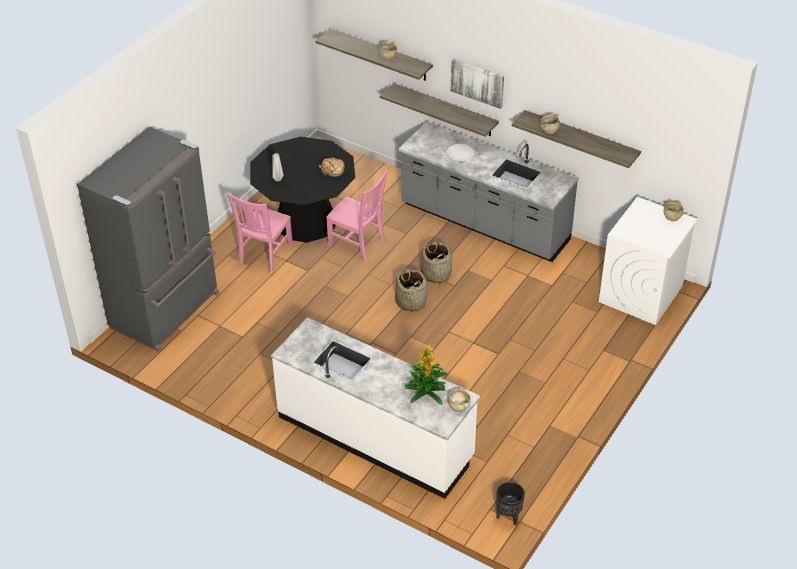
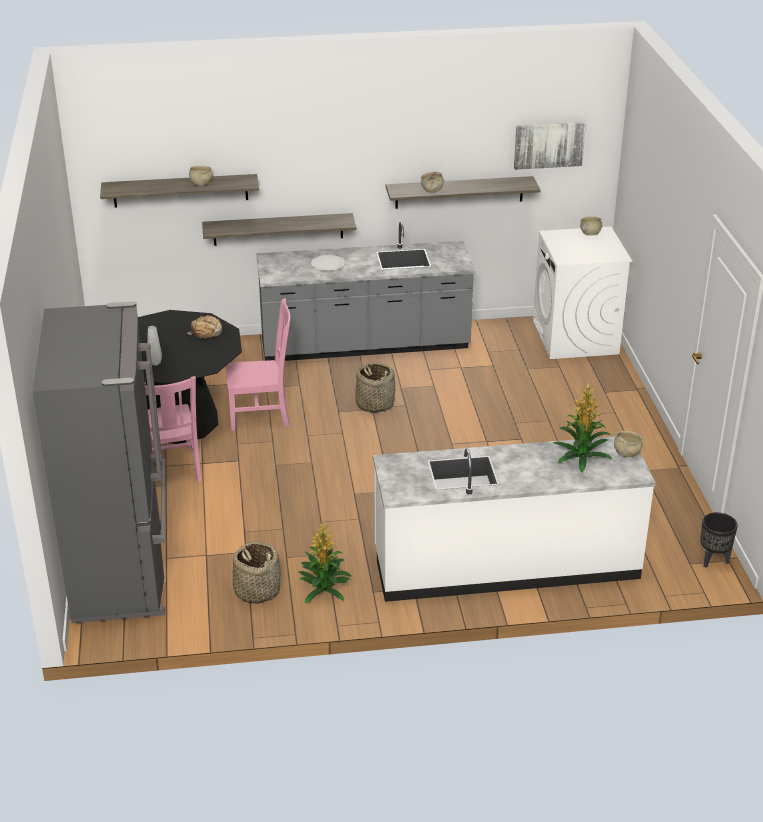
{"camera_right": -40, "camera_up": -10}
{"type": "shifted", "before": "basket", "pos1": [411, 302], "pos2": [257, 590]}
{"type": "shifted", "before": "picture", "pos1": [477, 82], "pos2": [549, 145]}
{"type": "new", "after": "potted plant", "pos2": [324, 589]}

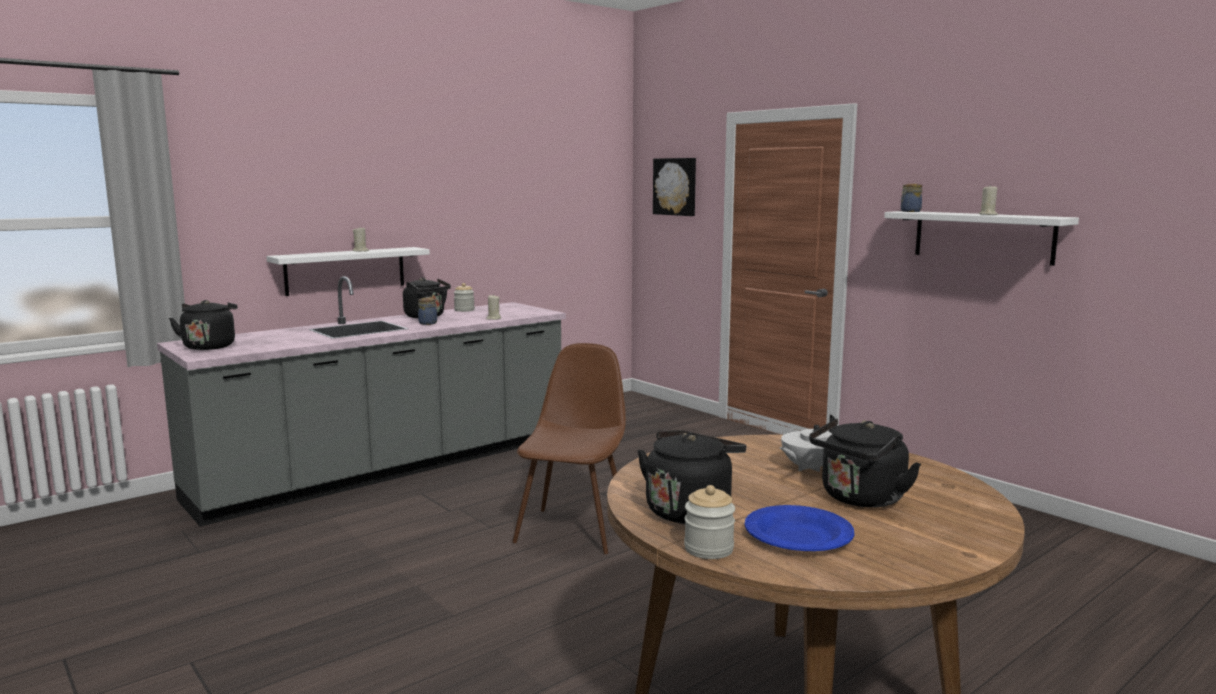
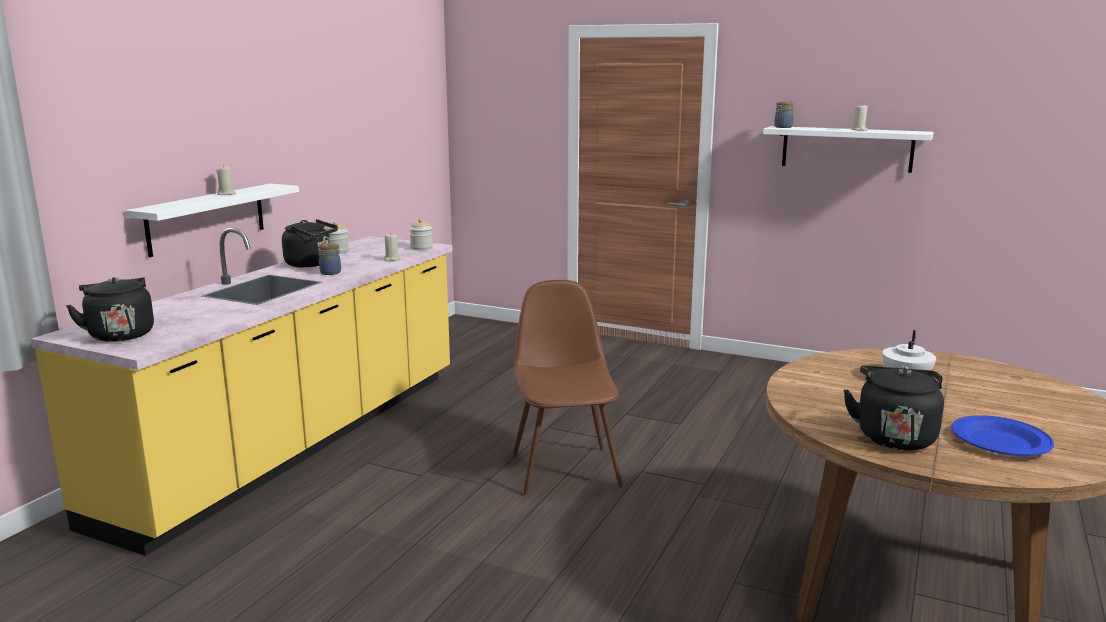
{"camera_right": -25, "camera_up": 5}
{"type": "repainted", "before": "grey counter", "after": "yellow counter", "pos1": [389, 469], "pos2": [297, 442]}
{"type": "gone", "before": "picture", "pos1": [675, 186]}
{"type": "shifted", "before": "jar", "pos1": [708, 549], "pos2": [421, 248]}
{"type": "gone", "before": "black kettle", "pos1": [860, 499]}

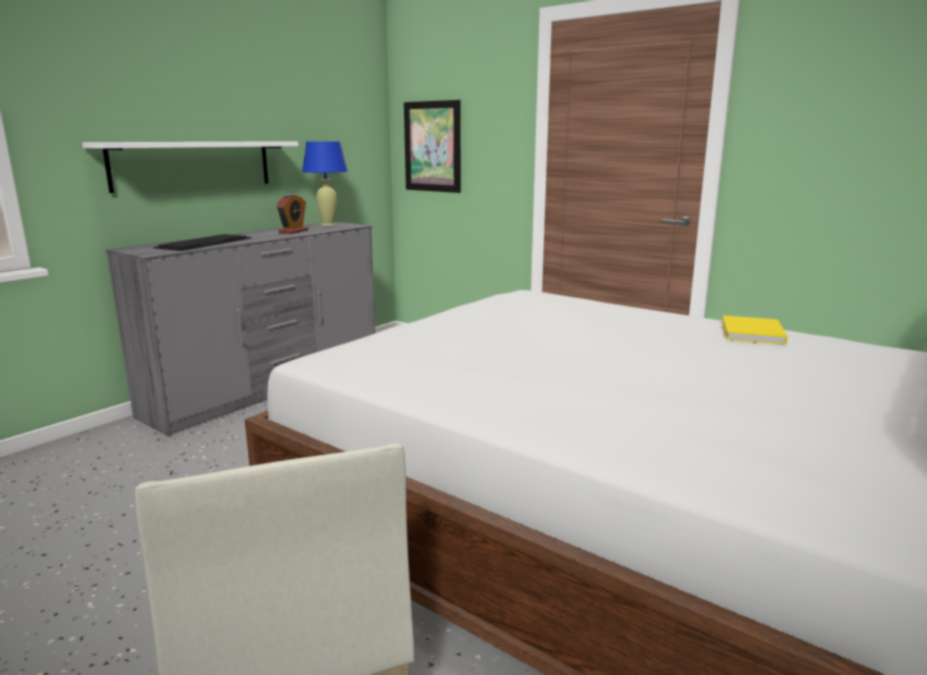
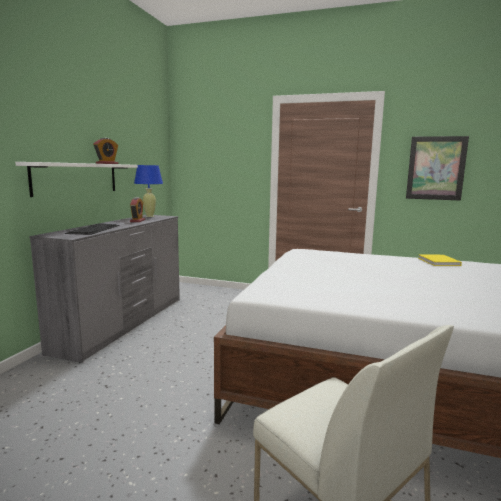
{"camera_right": -20, "camera_up": -5}
{"type": "shifted", "before": "picture", "pos1": [432, 146], "pos2": [436, 168]}
{"type": "new", "after": "alarm clock", "pos2": [107, 163]}

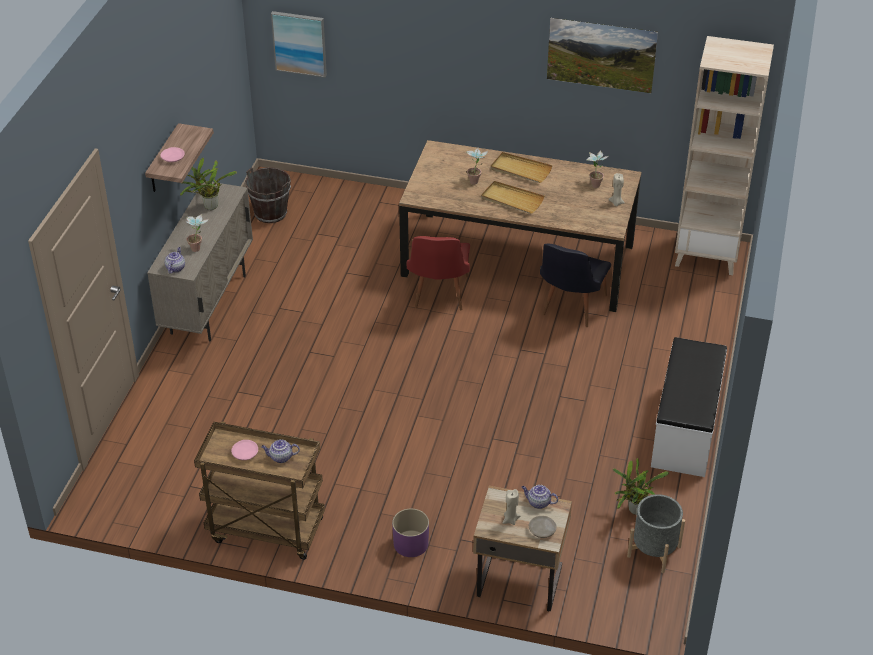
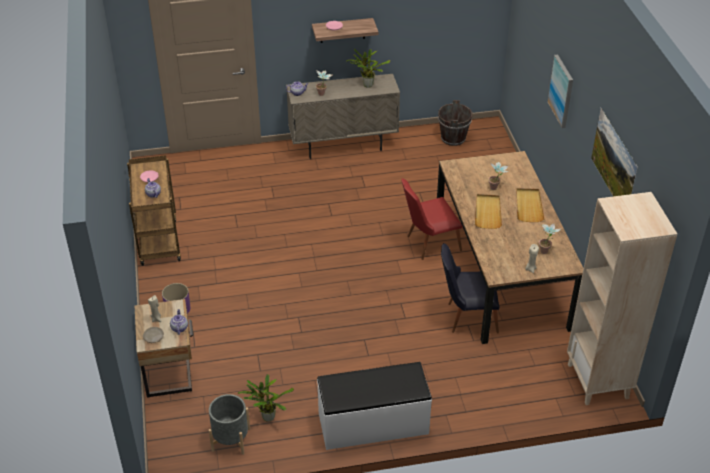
{"camera_right": 65, "camera_up": 0}
{"type": "shifted", "before": "picture", "pos1": [299, 43], "pos2": [561, 91]}

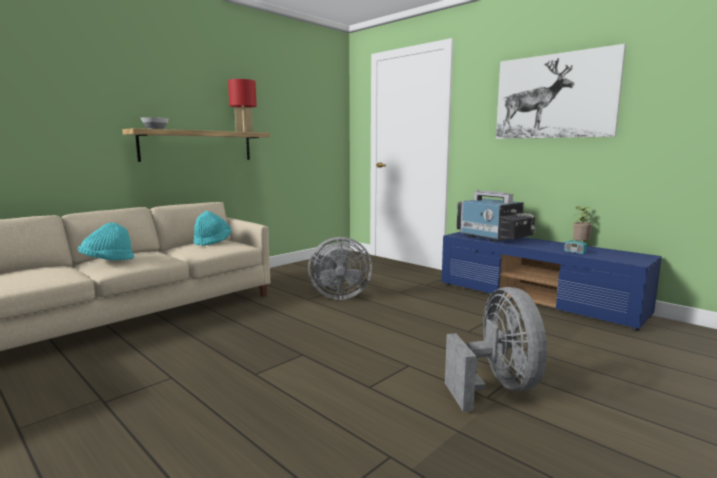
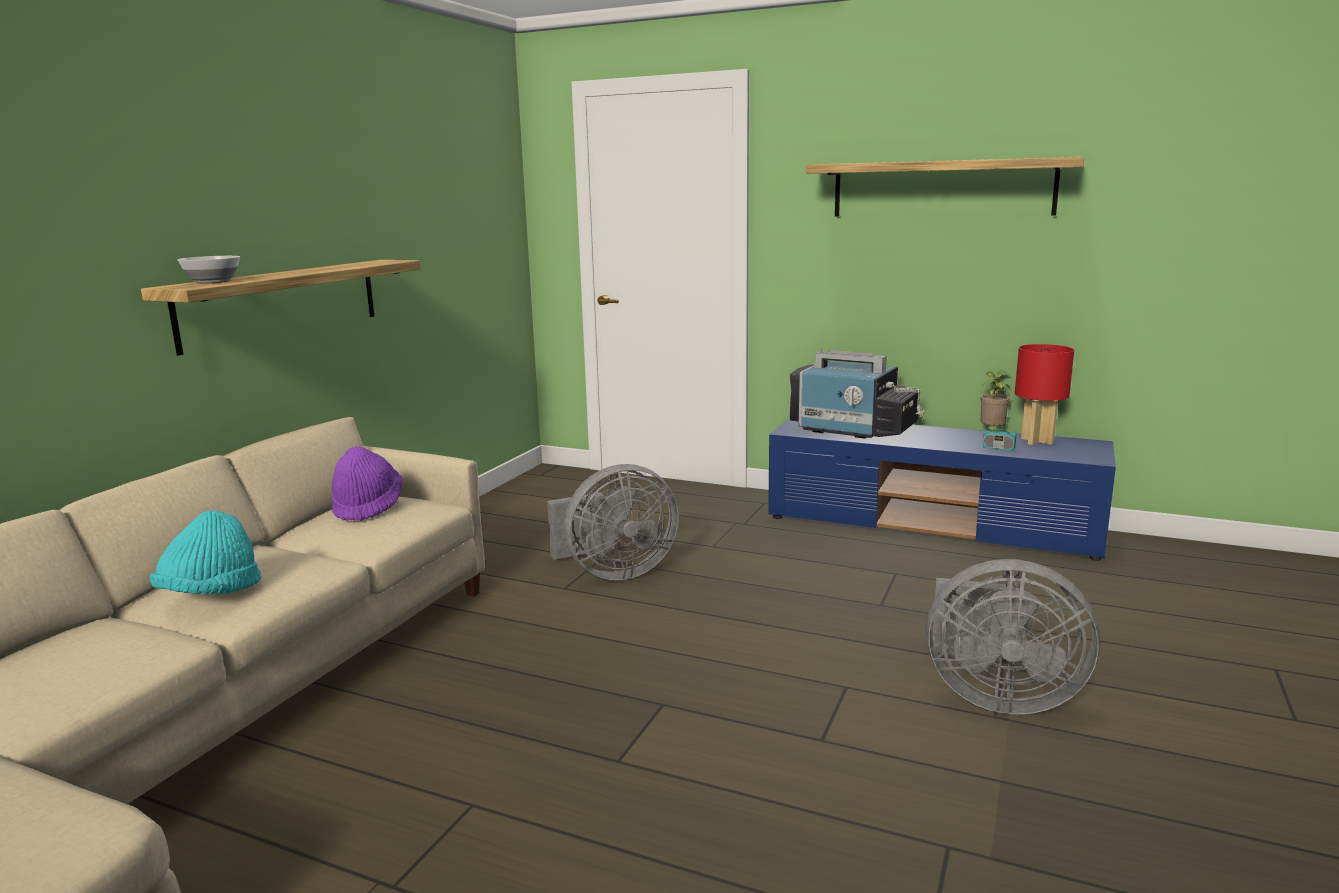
{"camera_right": -20, "camera_up": 5}
{"type": "repainted", "before": "turquoise hat", "after": "purple hat", "pos1": [212, 242], "pos2": [368, 507]}
{"type": "shifted", "before": "red table lamp", "pos1": [244, 132], "pos2": [1038, 441]}
{"type": "rotated", "before": "grey fan", "pos1": [497, 387], "pos2": [996, 696], "turn": 135}
{"type": "swapped", "before": "picture", "after": "shelf", "pos1": [554, 96], "pos2": [942, 188]}

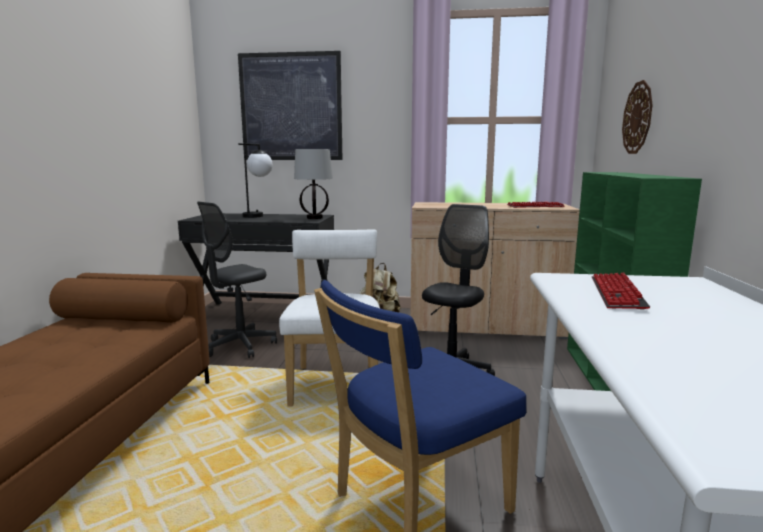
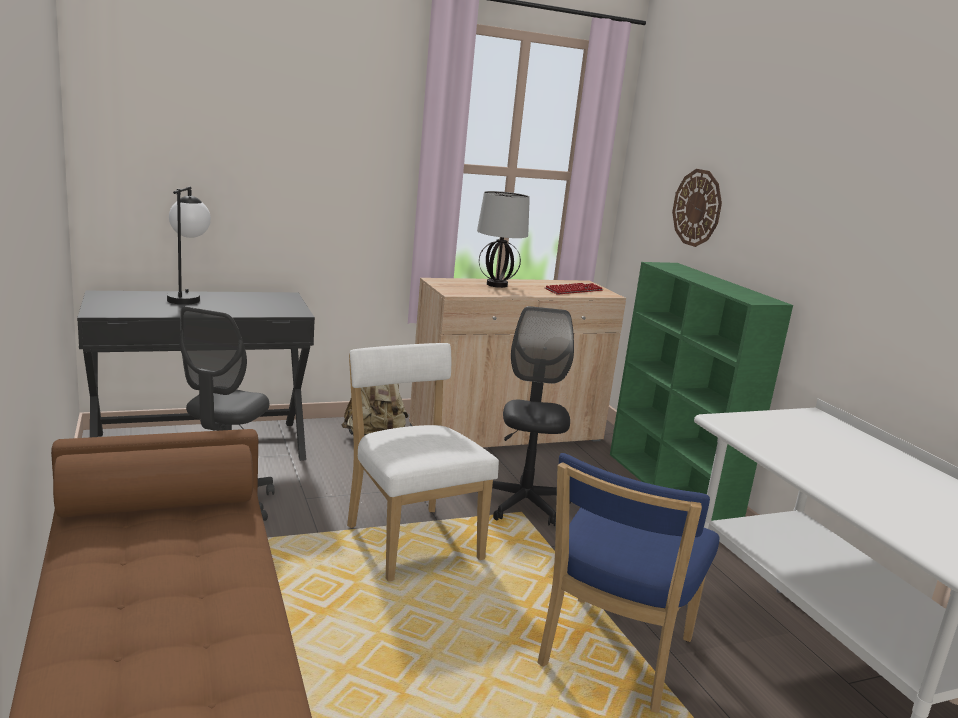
{"camera_right": -30, "camera_up": 5}
{"type": "gone", "before": "picture", "pos1": [291, 107]}
{"type": "shifted", "before": "table lamp", "pos1": [314, 218], "pos2": [496, 285]}
{"type": "gone", "before": "keyboard", "pos1": [616, 293]}

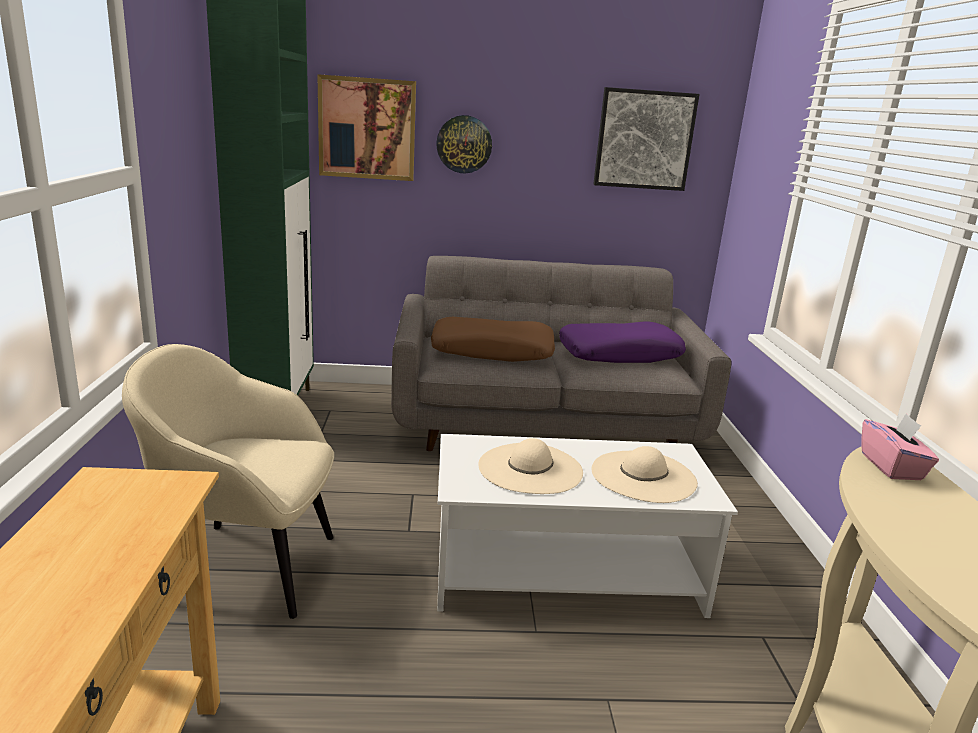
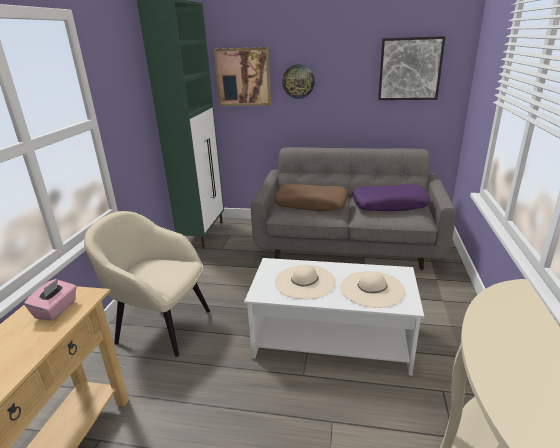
{"camera_right": 15, "camera_up": 5}
{"type": "shifted", "before": "pink tissue box", "pos1": [892, 467], "pos2": [56, 309]}

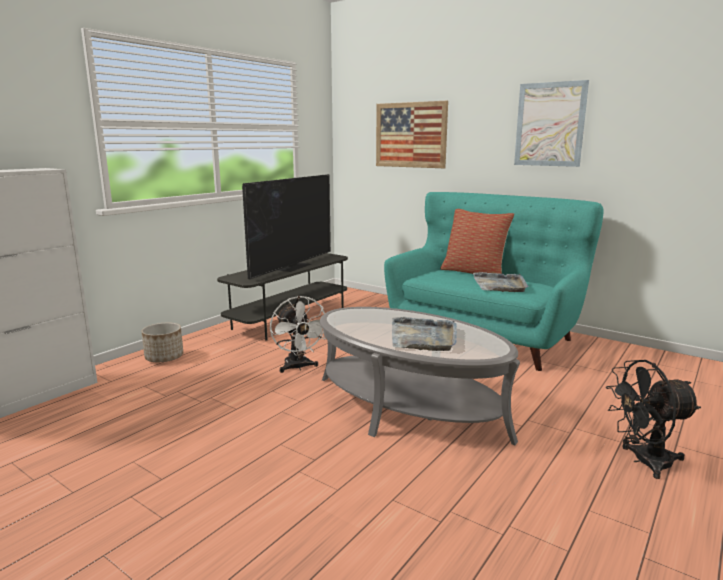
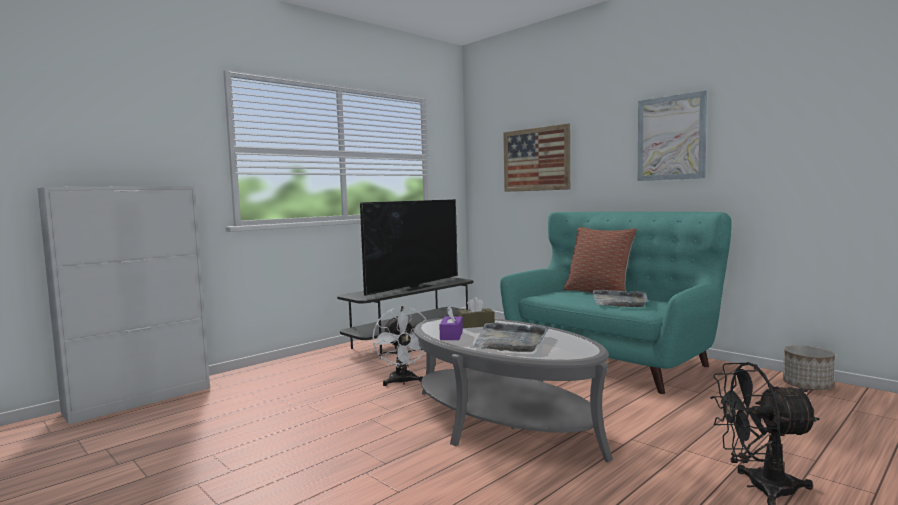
{"camera_right": 10, "camera_up": -10}
{"type": "shifted", "before": "planter", "pos1": [164, 357], "pos2": [807, 385]}
{"type": "new", "after": "purple tissue box", "pos2": [451, 335]}
{"type": "new", "after": "brown tissue box", "pos2": [476, 325]}

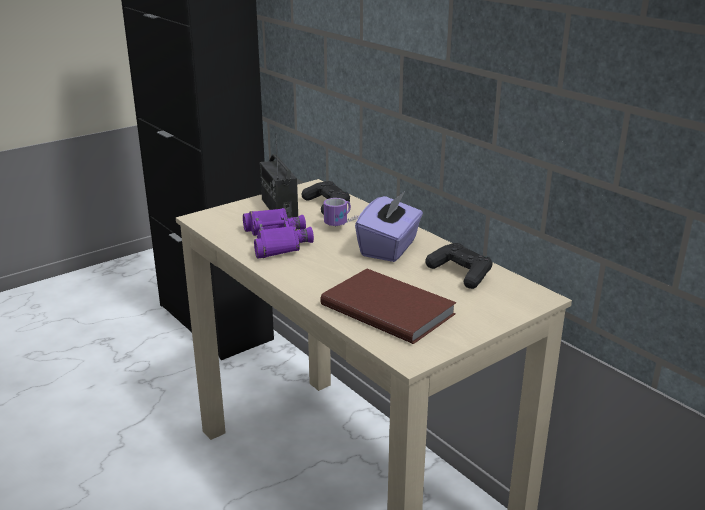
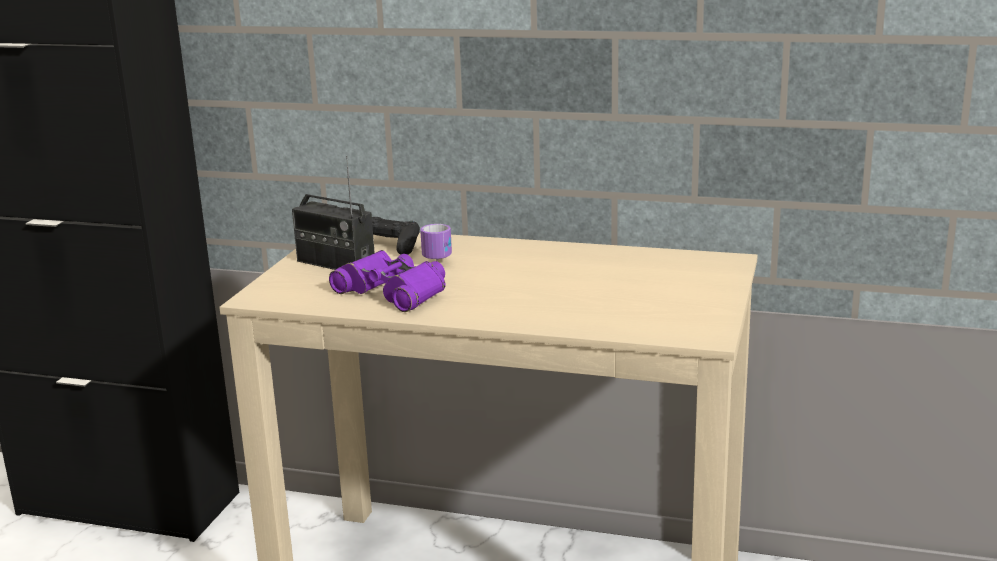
{"camera_right": -35, "camera_up": -5}
{"type": "gone", "before": "brown book", "pos1": [388, 308]}
{"type": "gone", "before": "purple tissue box", "pos1": [389, 248]}
{"type": "gone", "before": "black game controller", "pos1": [460, 273]}

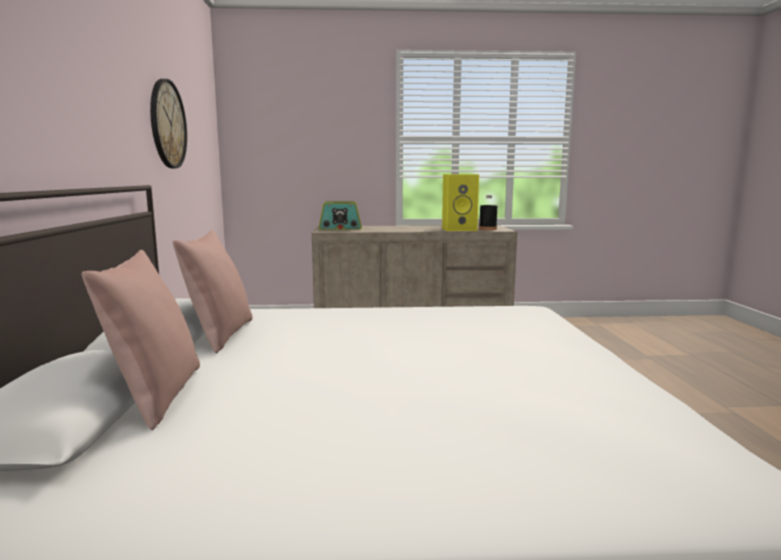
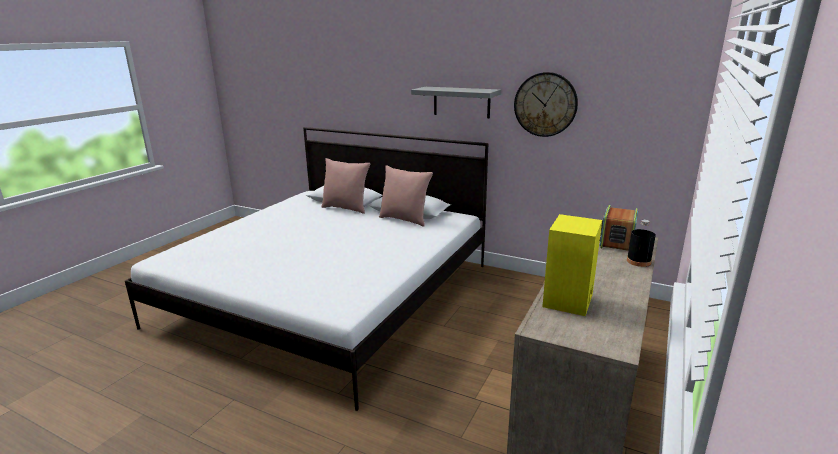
{"camera_right": 120, "camera_up": 10}
{"type": "shifted", "before": "black bottle", "pos1": [487, 229], "pos2": [638, 261]}
{"type": "new", "after": "grey shelf", "pos2": [461, 102]}

